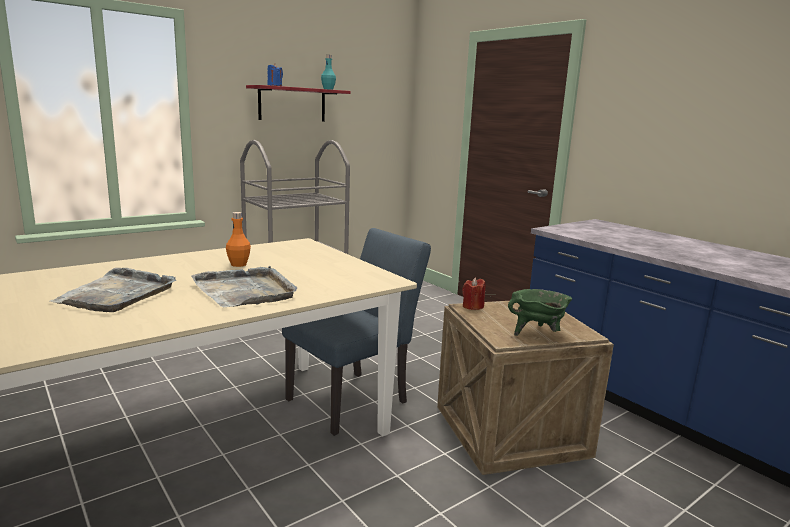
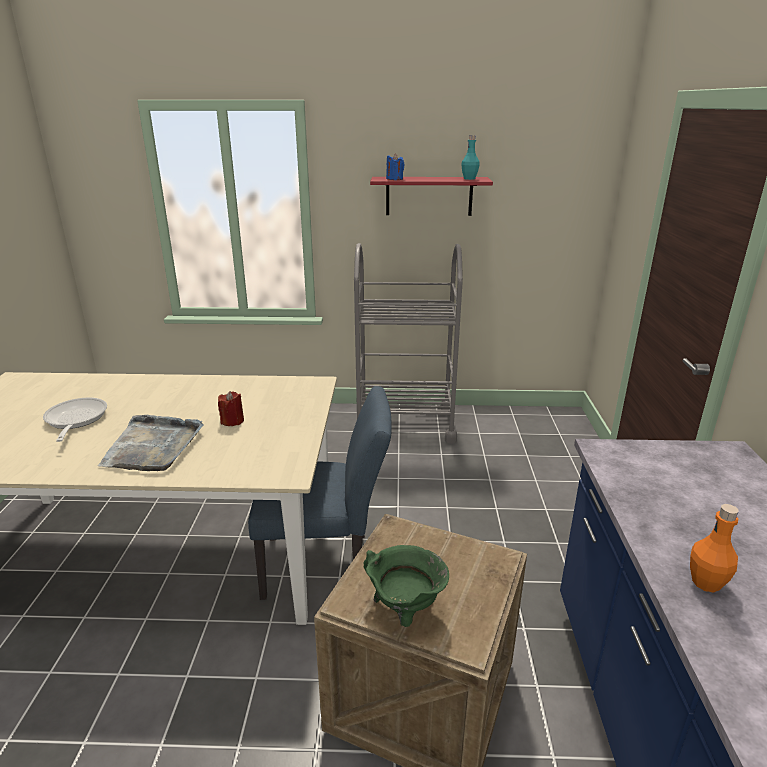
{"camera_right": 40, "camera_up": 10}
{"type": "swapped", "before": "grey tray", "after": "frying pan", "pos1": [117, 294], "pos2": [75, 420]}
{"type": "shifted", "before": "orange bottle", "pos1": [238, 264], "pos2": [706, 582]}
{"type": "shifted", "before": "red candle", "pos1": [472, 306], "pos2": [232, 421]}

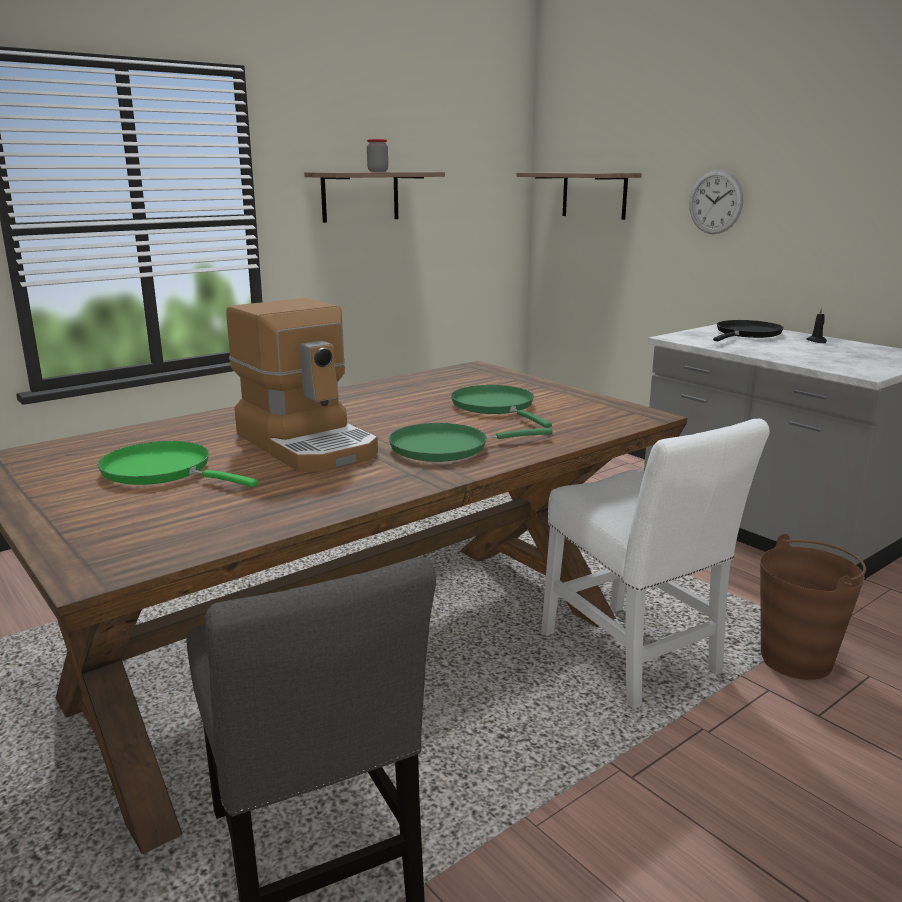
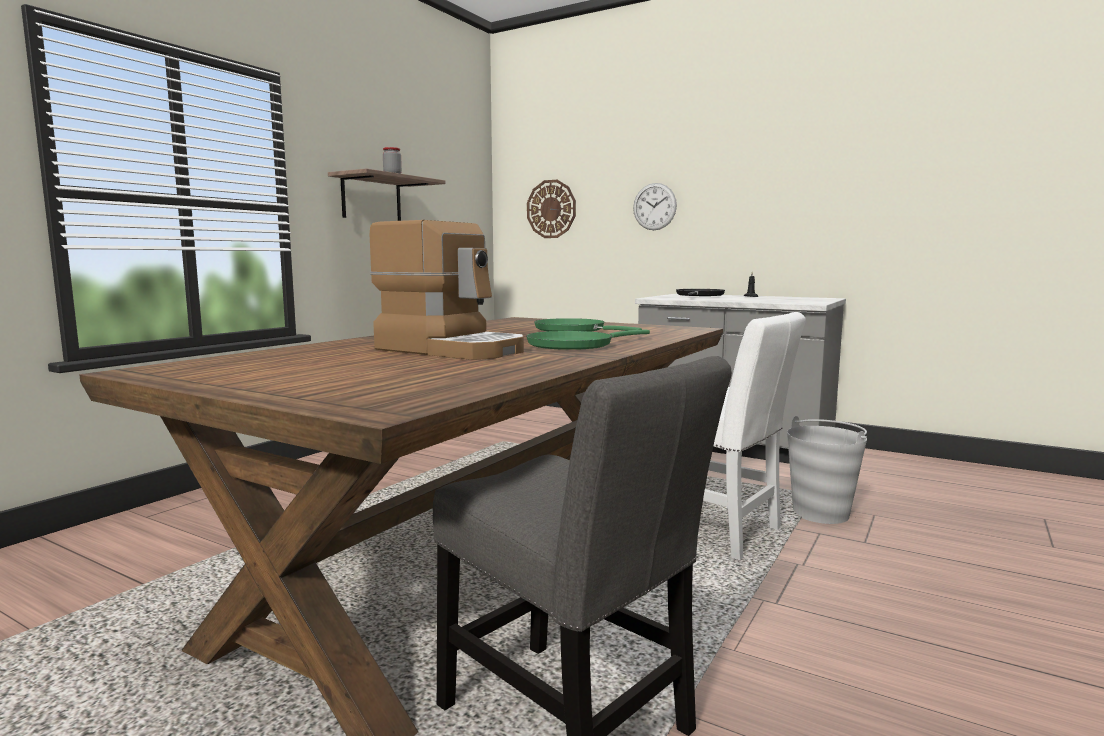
{"camera_right": -20, "camera_up": -10}
{"type": "gone", "before": "green frying pan", "pos1": [163, 471]}
{"type": "swapped", "before": "shelf", "after": "wall clock", "pos1": [594, 195], "pos2": [551, 209]}
{"type": "repainted", "before": "brown bucket", "after": "grey bucket", "pos1": [797, 660], "pos2": [821, 513]}

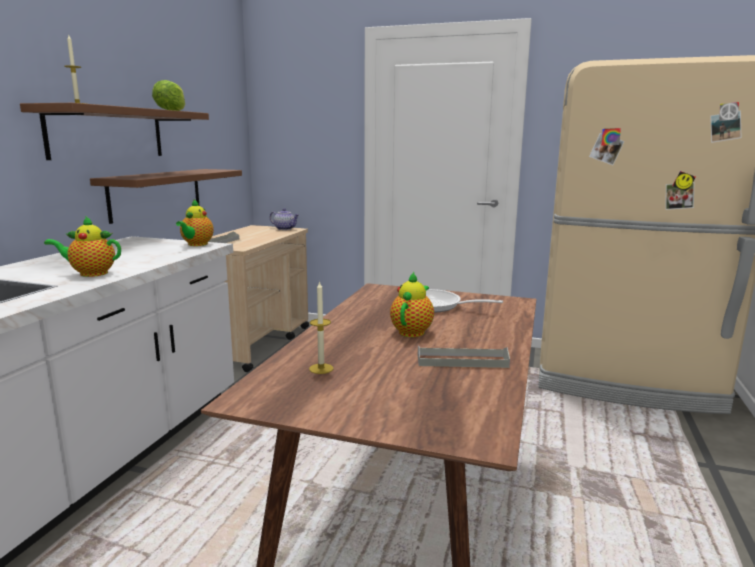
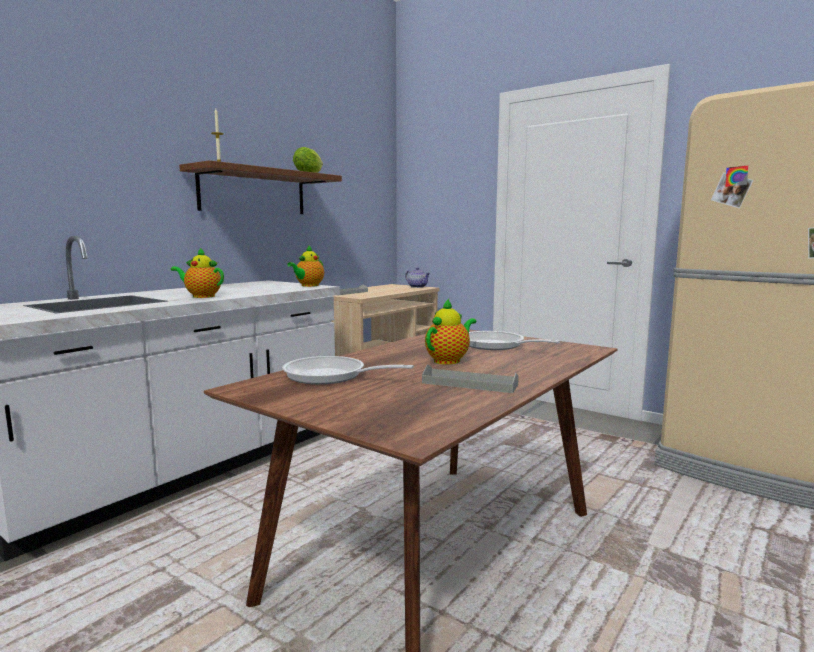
{"camera_right": 20, "camera_up": -5}
{"type": "gone", "before": "brown shelf", "pos1": [156, 193]}
{"type": "swapped", "before": "candle", "after": "frying pan", "pos1": [321, 368], "pos2": [331, 376]}

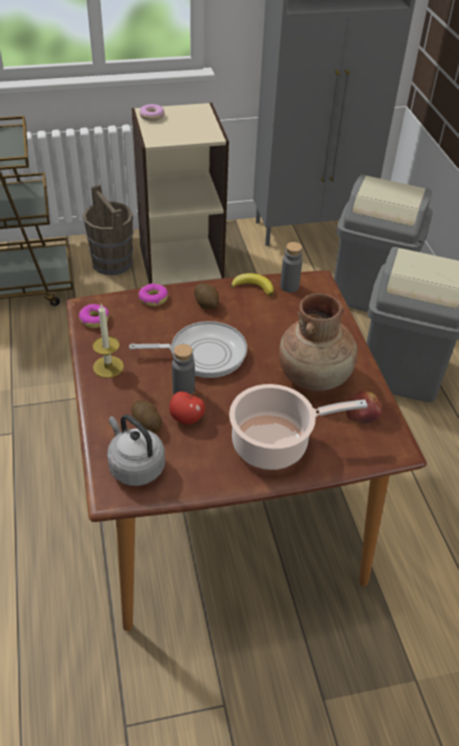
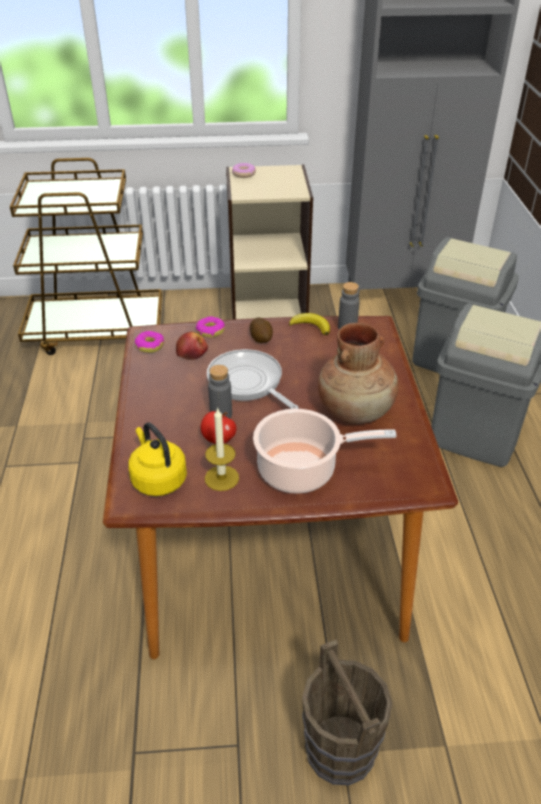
{"camera_right": 10, "camera_up": -5}
{"type": "shifted", "before": "brown bucket", "pos1": [112, 263], "pos2": [340, 750]}
{"type": "shifted", "before": "candle", "pos1": [108, 367], "pos2": [221, 478]}
{"type": "repainted", "before": "grey kettle", "after": "yellow kettle", "pos1": [135, 466], "pos2": [157, 479]}
{"type": "rotated", "before": "frying pan", "pos1": [203, 354], "pos2": [247, 382], "turn": -135}
{"type": "gone", "before": "potato", "pos1": [146, 424]}
{"type": "shifted", "before": "apple", "pos1": [363, 412], "pos2": [192, 352]}

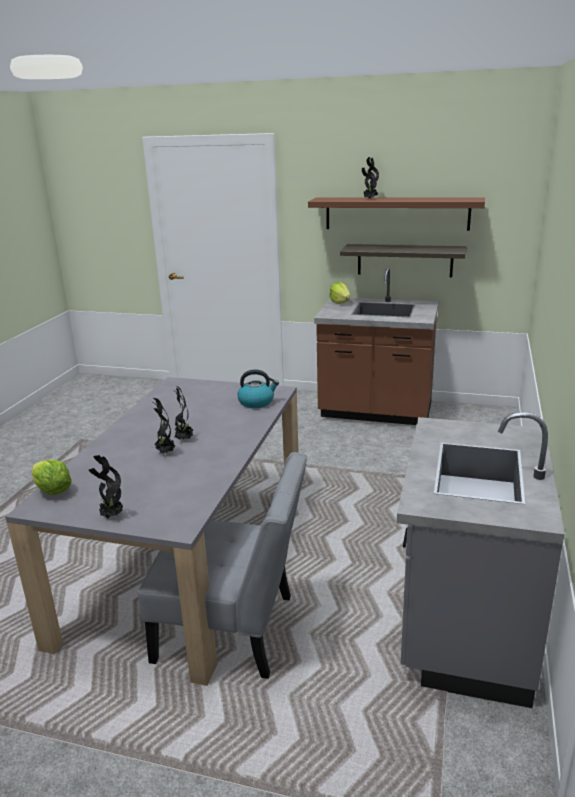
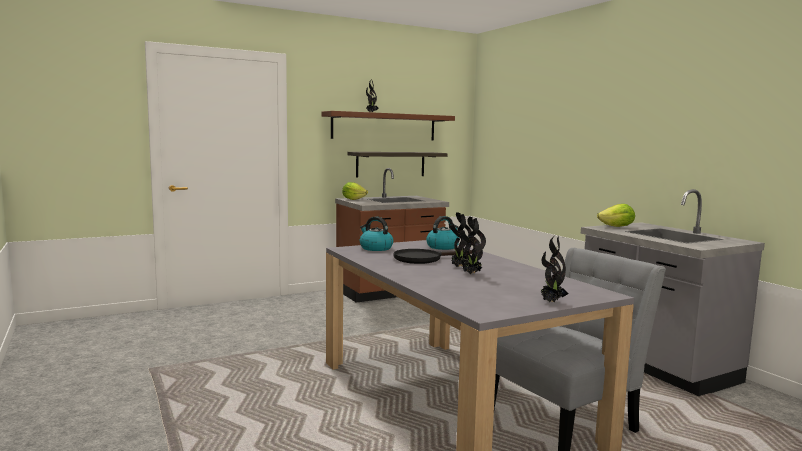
{"camera_right": -45, "camera_up": -15}
{"type": "shifted", "before": "lettuce", "pos1": [52, 491], "pos2": [617, 227]}
{"type": "new", "after": "kettle", "pos2": [375, 248]}
{"type": "new", "after": "black frying pan", "pos2": [423, 259]}

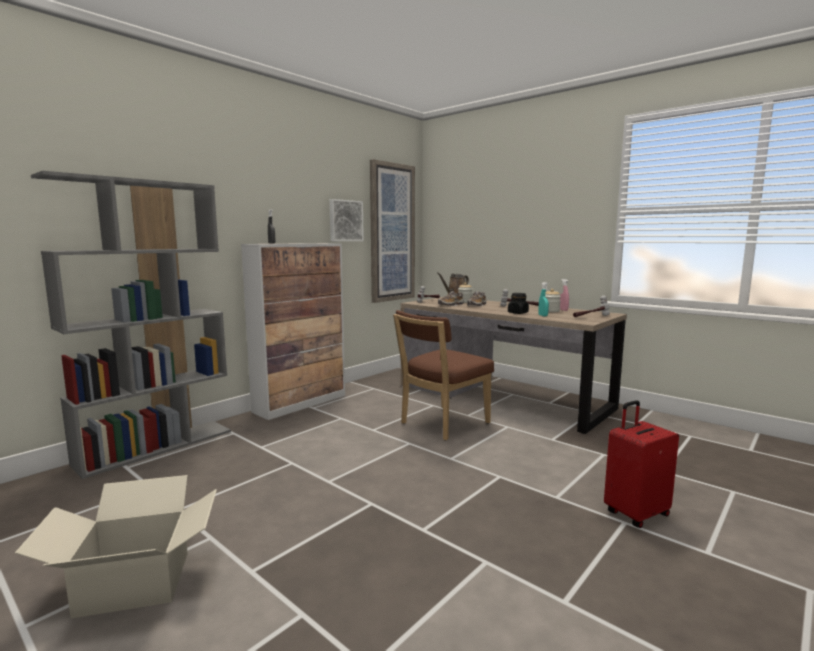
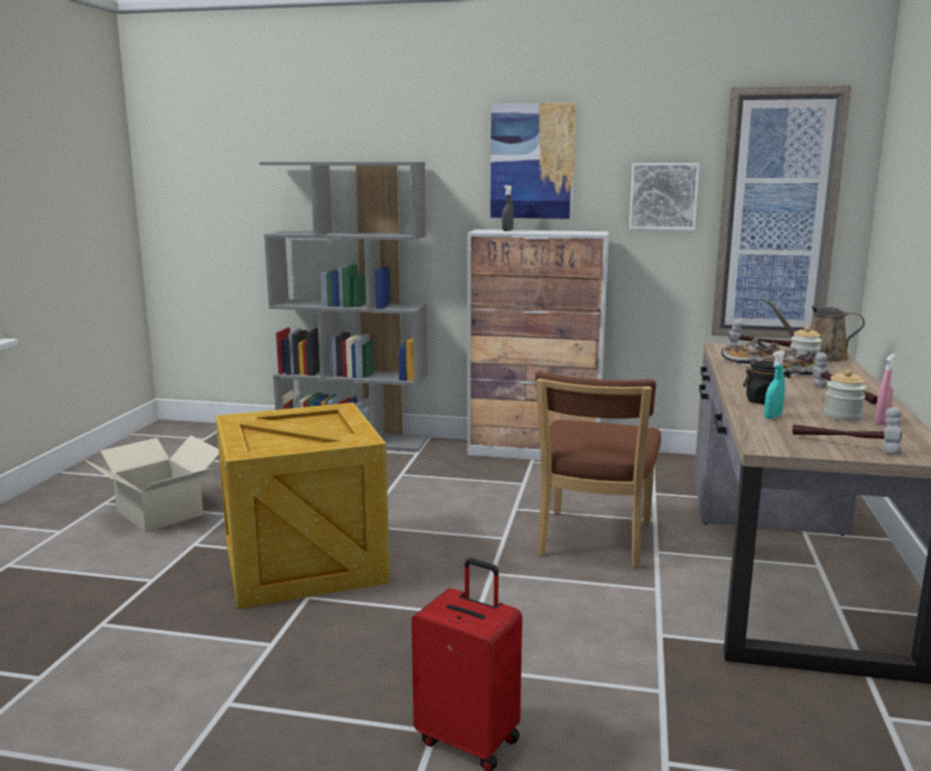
{"camera_right": 60, "camera_up": 5}
{"type": "rotated", "before": "brown chair", "pos1": [441, 424], "pos2": [593, 542], "turn": -90}
{"type": "new", "after": "crate", "pos2": [306, 562]}
{"type": "new", "after": "picture", "pos2": [532, 161]}

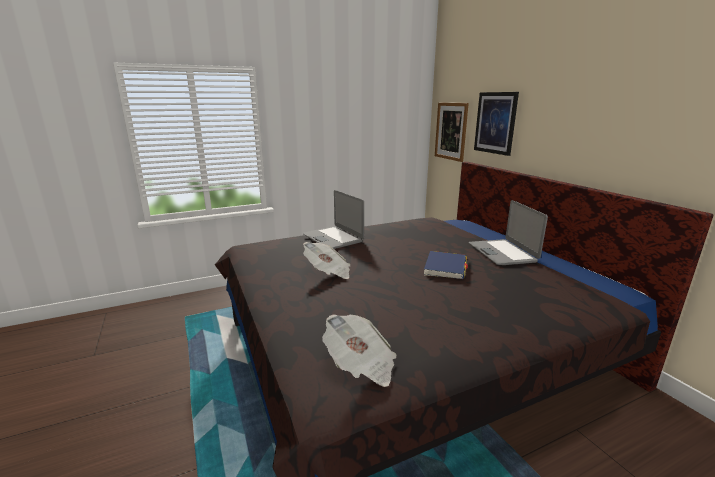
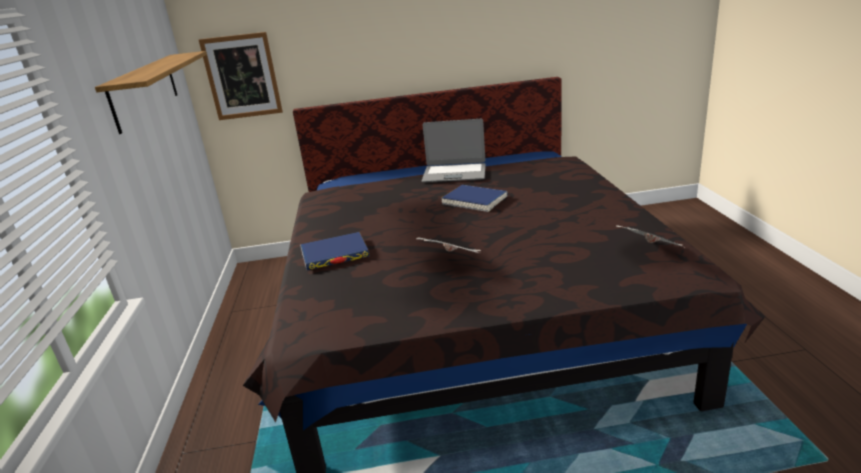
{"camera_right": -70, "camera_up": 5}
{"type": "swapped", "before": "laptop", "after": "blue book", "pos1": [333, 238], "pos2": [334, 254]}
{"type": "gone", "before": "picture", "pos1": [495, 123]}
{"type": "new", "after": "shelf", "pos2": [145, 90]}

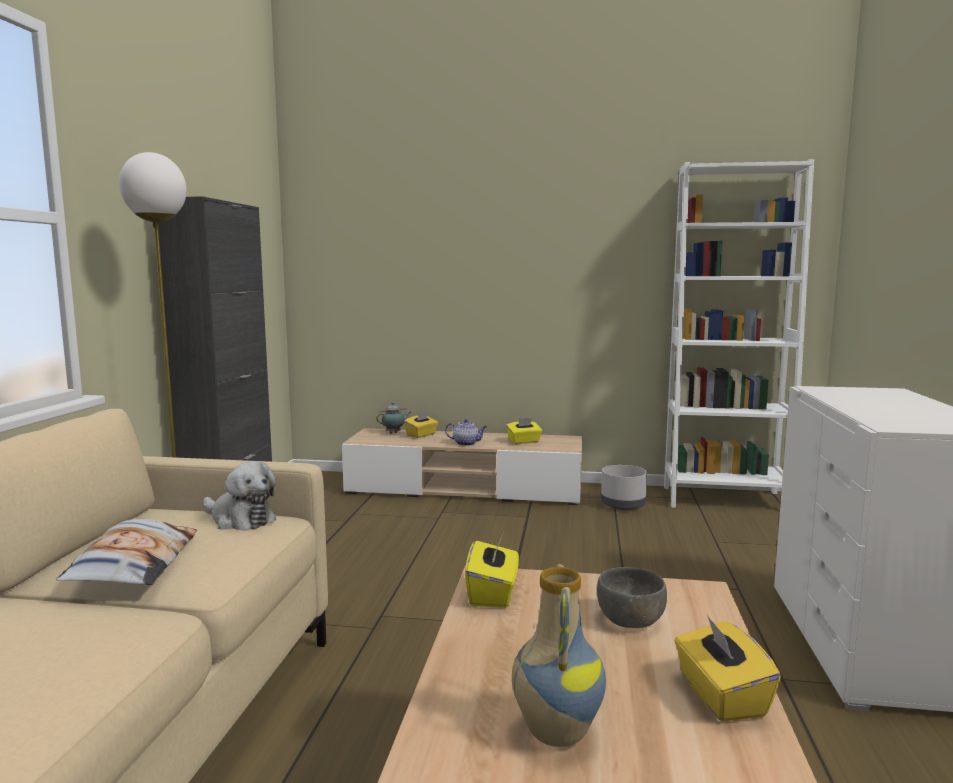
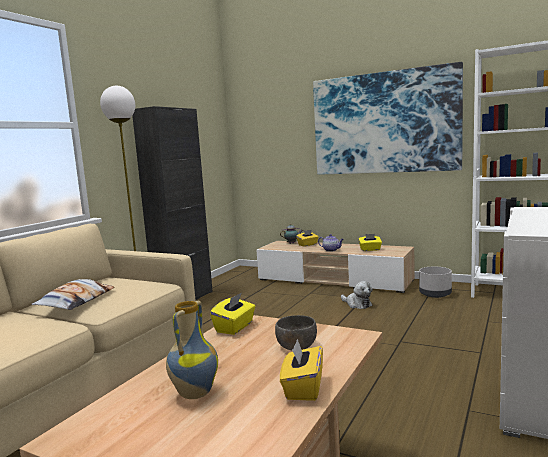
{"camera_right": 20, "camera_up": 0}
{"type": "shifted", "before": "plush toy", "pos1": [240, 520], "pos2": [357, 304]}
{"type": "new", "after": "picture", "pos2": [384, 123]}

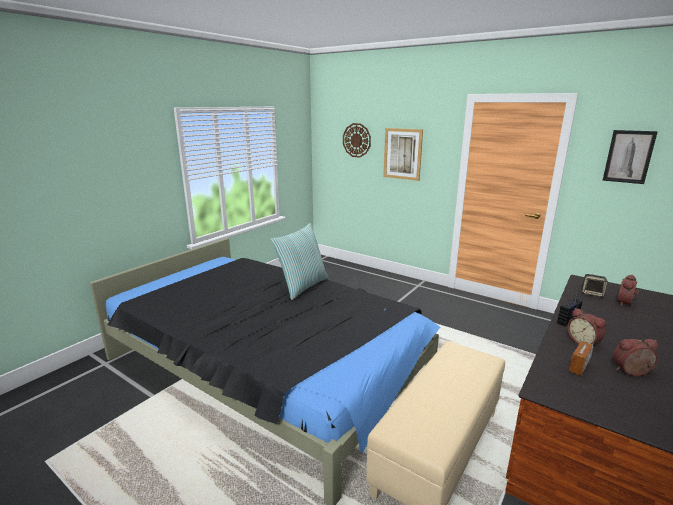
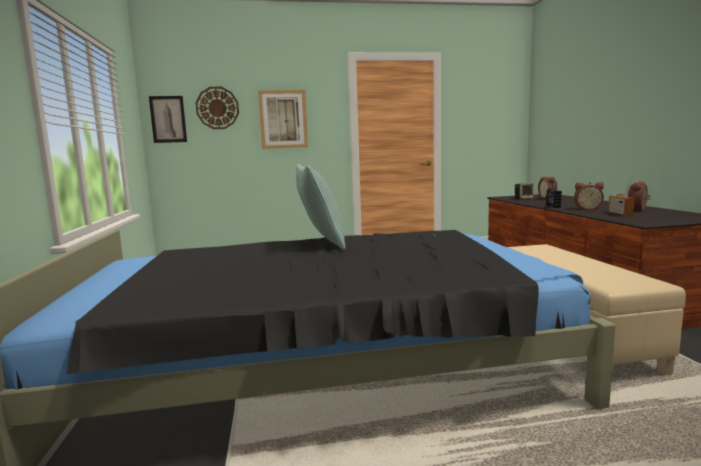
{"camera_right": -45, "camera_up": -10}
{"type": "shifted", "before": "picture", "pos1": [628, 156], "pos2": [168, 119]}

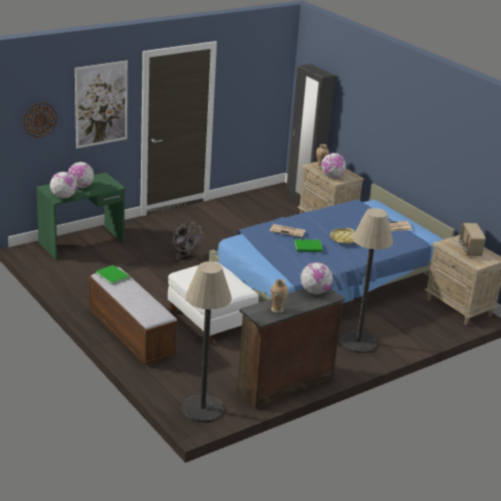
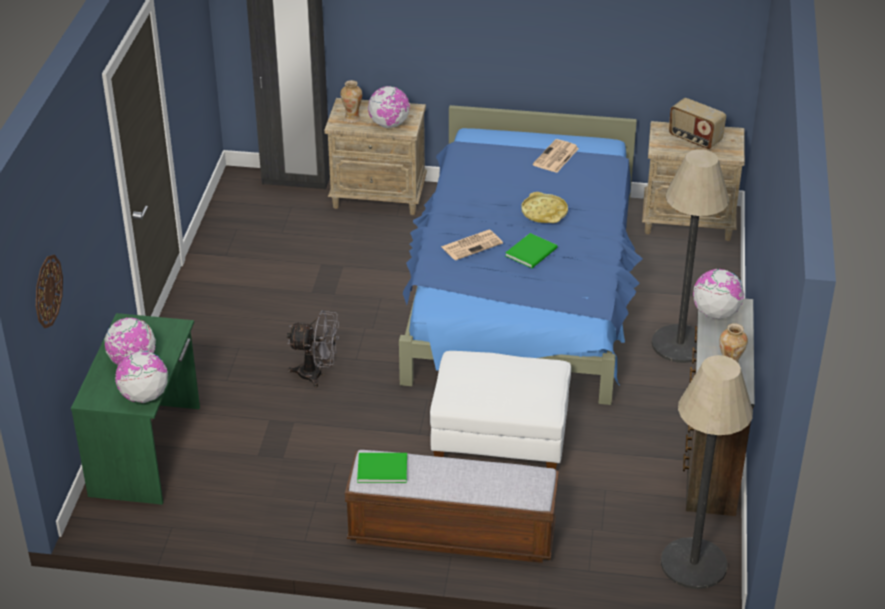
{"camera_right": -45, "camera_up": 10}
{"type": "gone", "before": "picture", "pos1": [101, 104]}

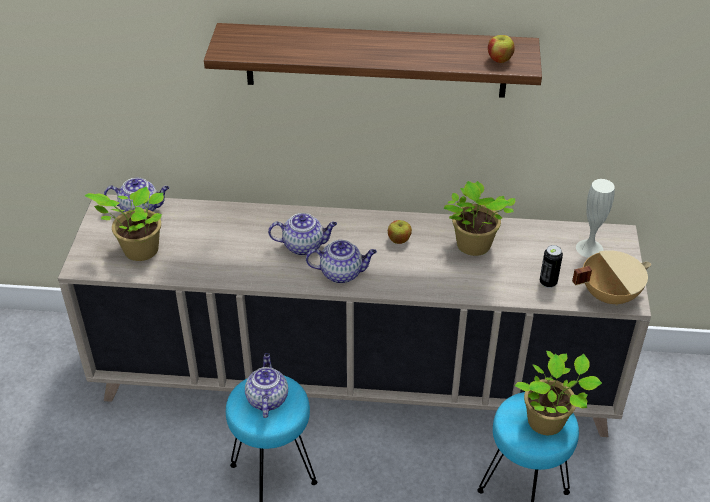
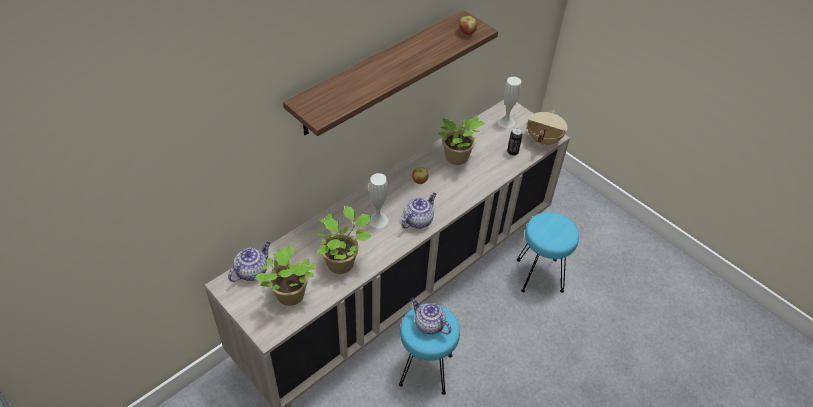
{"camera_right": -50, "camera_up": 5}
{"type": "swapped", "before": "teapot", "after": "white vase", "pos1": [304, 246], "pos2": [378, 220]}
{"type": "shifted", "before": "potted plant", "pos1": [548, 422], "pos2": [342, 263]}

